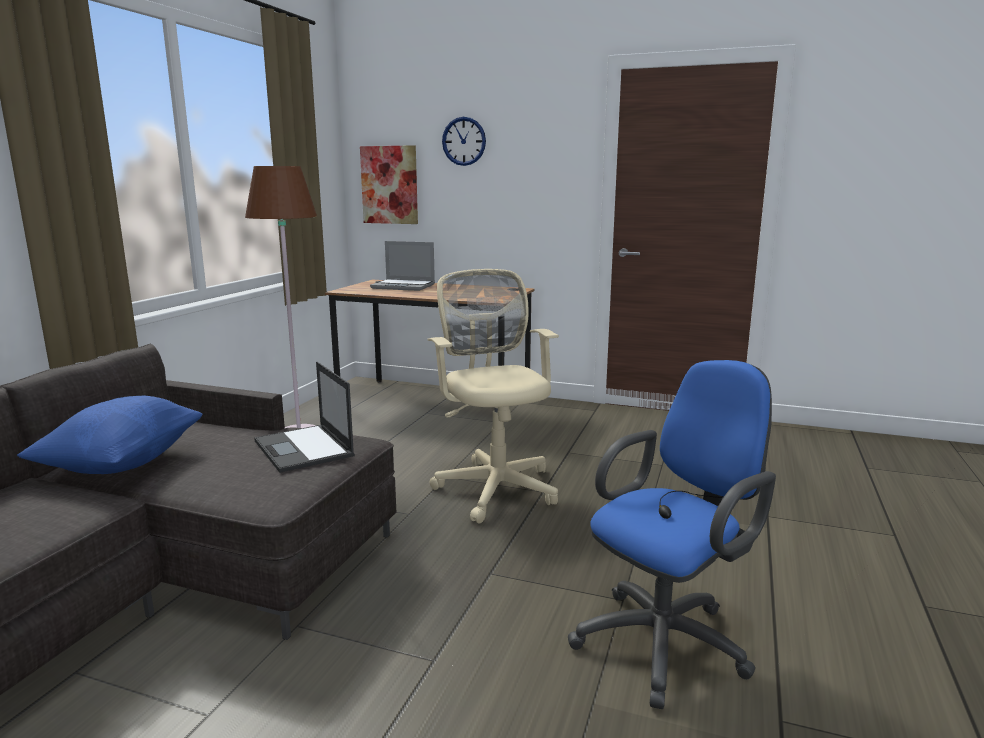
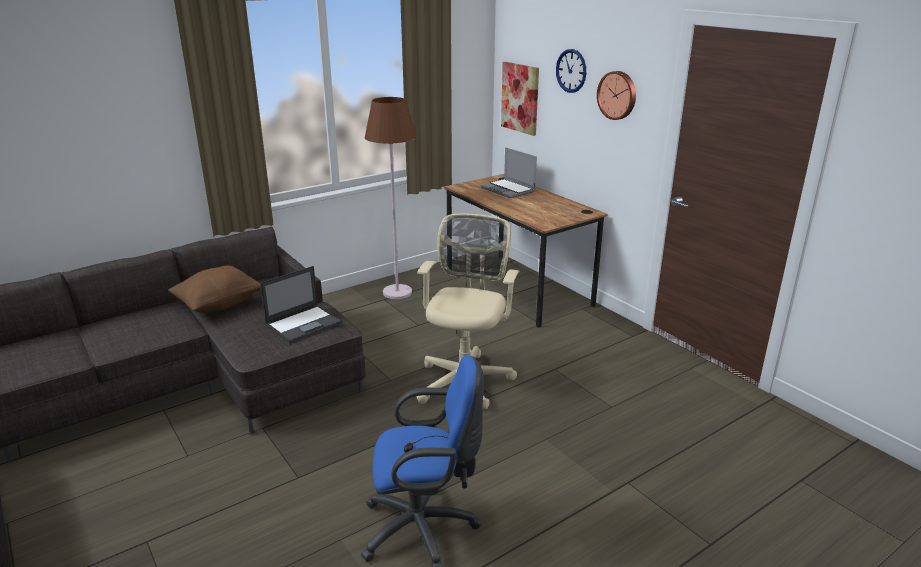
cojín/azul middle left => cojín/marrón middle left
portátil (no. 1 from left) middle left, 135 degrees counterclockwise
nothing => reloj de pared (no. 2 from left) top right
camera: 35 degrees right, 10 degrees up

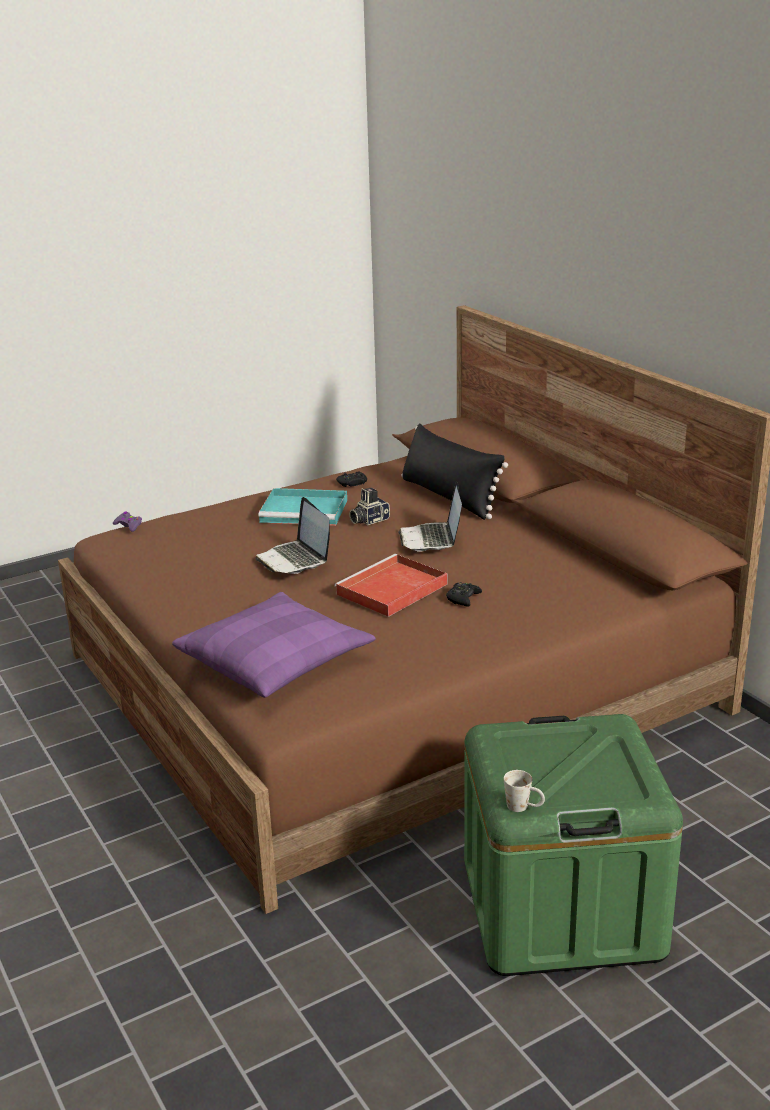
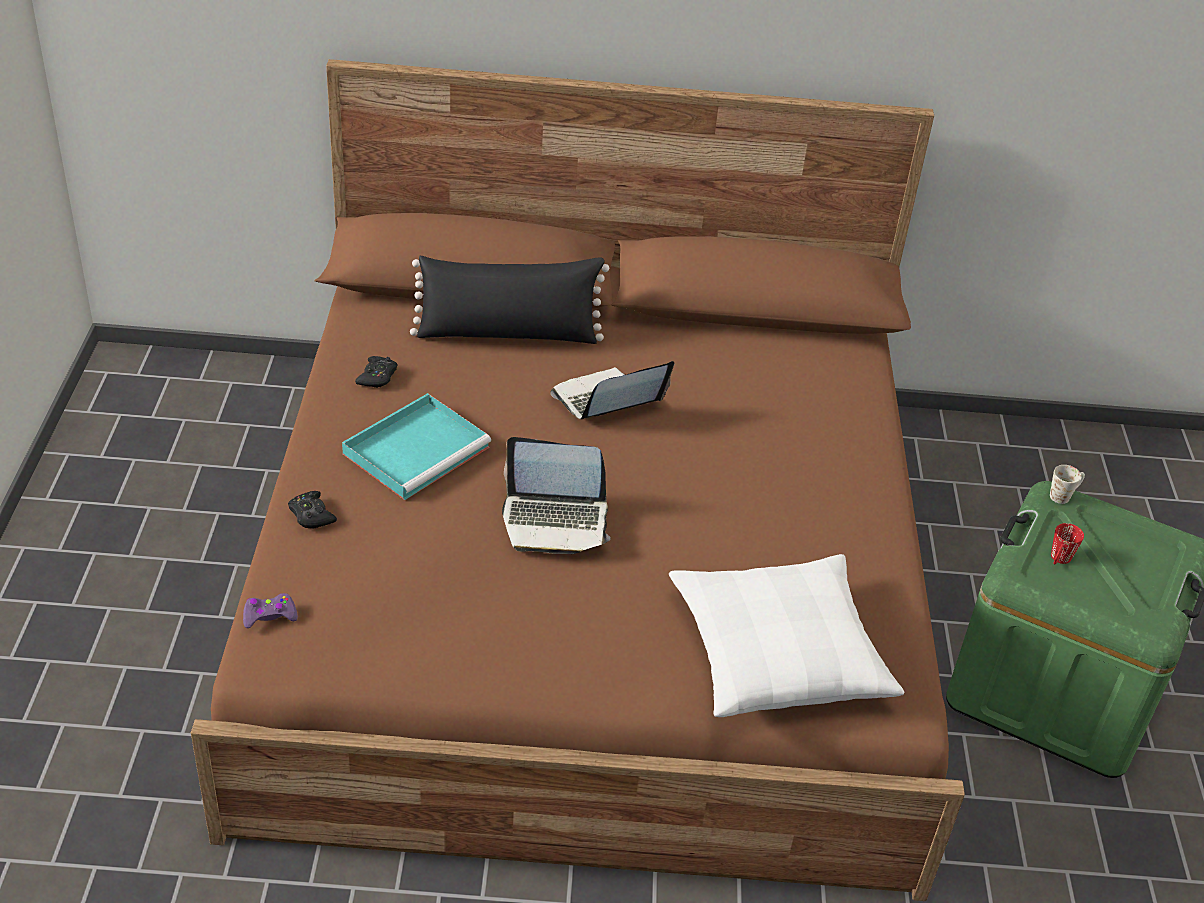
cojín/morado centre => cojín/blanco bottom centre
bandeja/rojo centre => nothing
cámara centre => nothing
portátil (no. 2 from left) centre, 120 degrees clockwise
mando de consola/negro (no. 2 from left in the first image) centre => mando de consola/negro (no. 1 from left) middle left, shifted
taza grande/blanco bottom right => taza grande/blanco middle right, shifted
nothing => taza grande/rojo middle right
camera: 60 degrees left, 15 degrees up

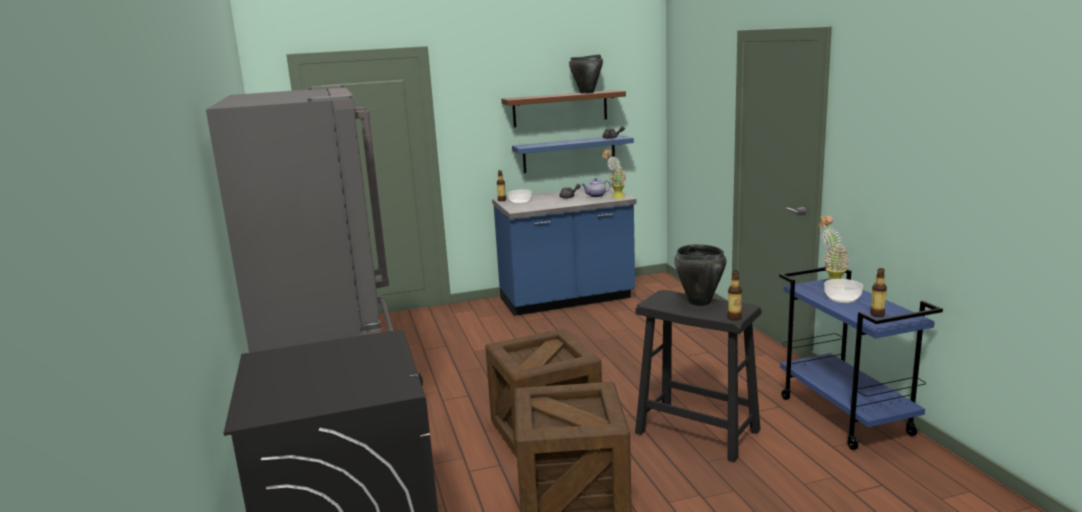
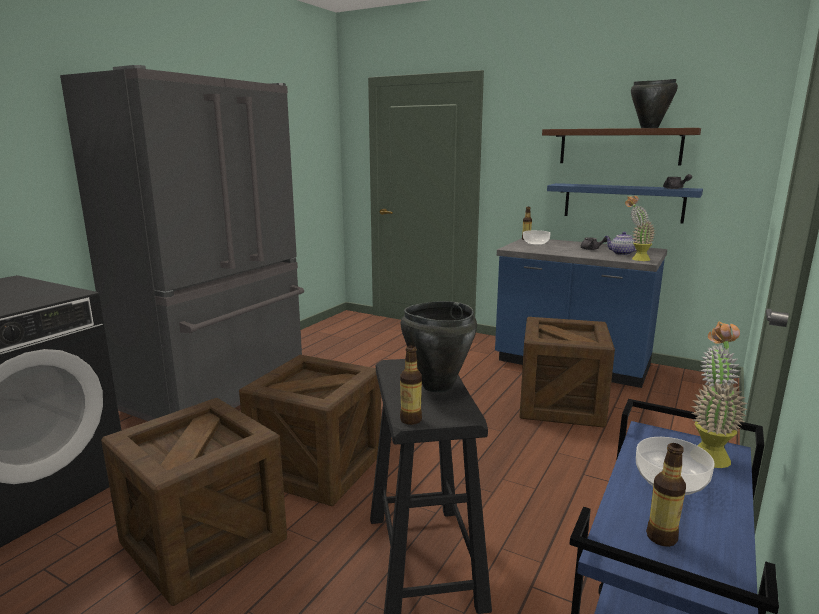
nothing => caja de embalaje (no. 3 from left) middle right
camera: 45 degrees right, 0 degrees up

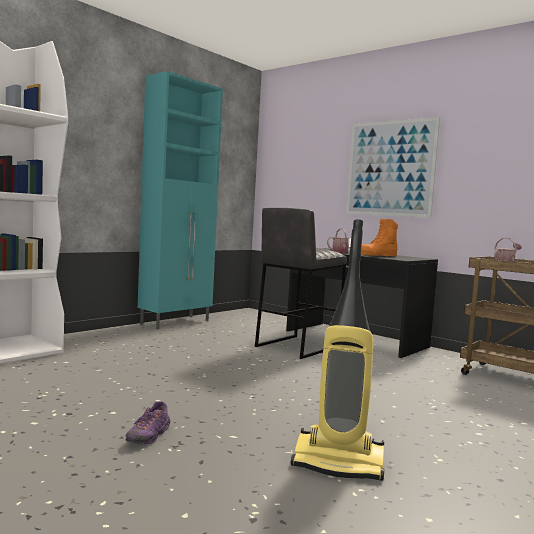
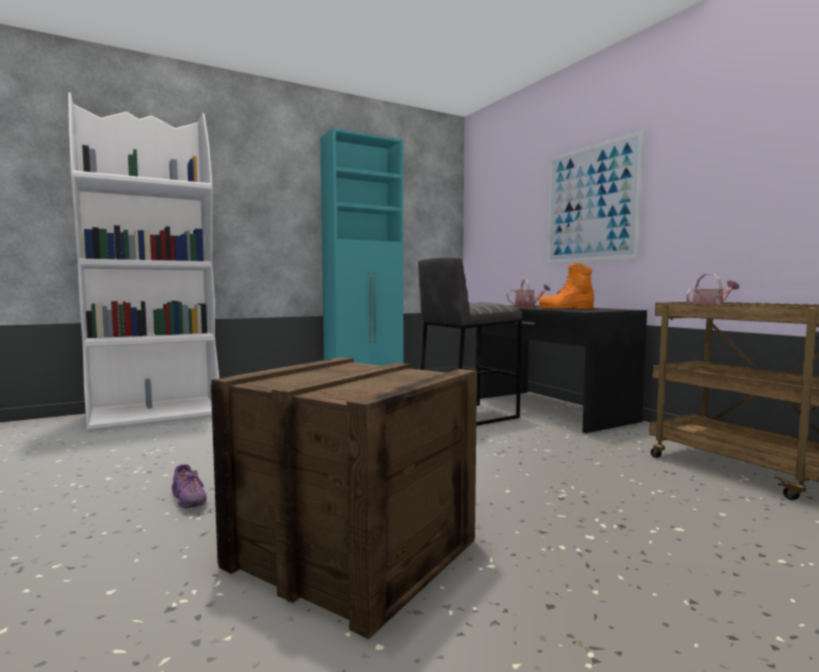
zapato/morado bottom left, 75 degrees counterclockwise
aspiradora centre => caja de embalaje bottom centre
camera: 20 degrees right, 0 degrees up

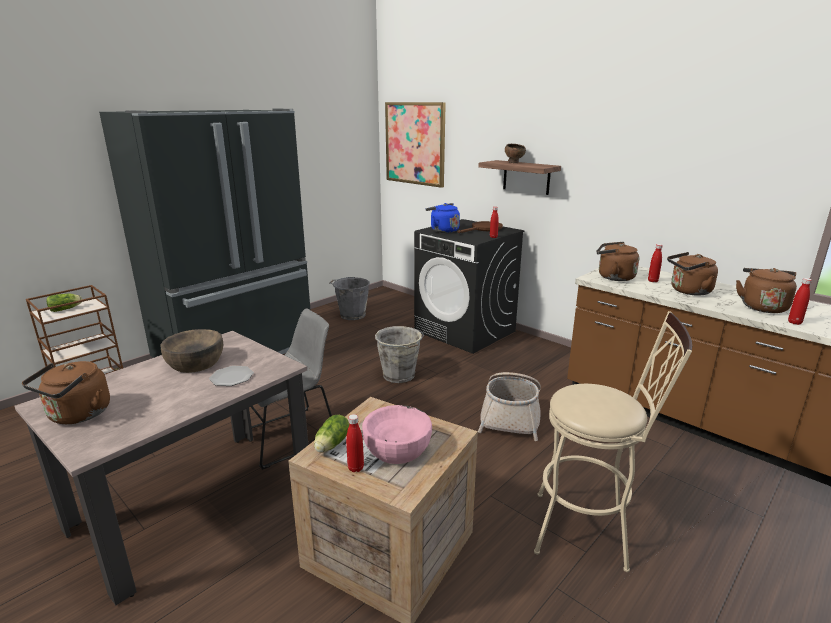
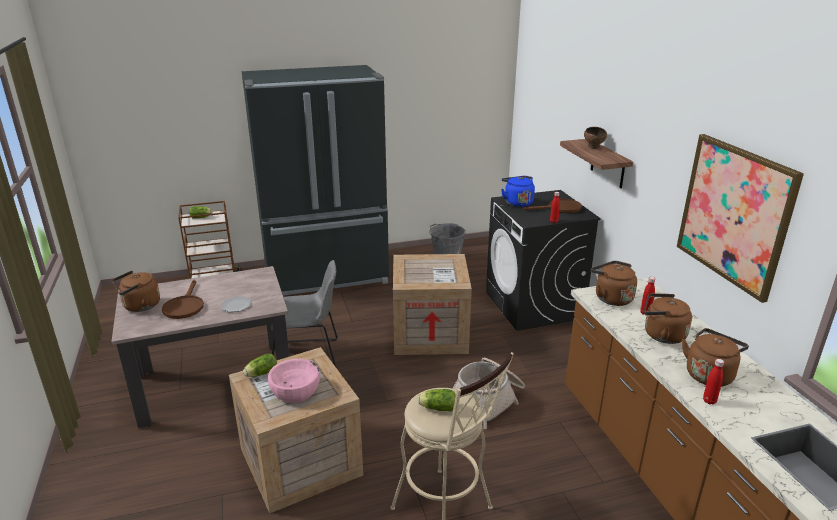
cuenco/marrón (no. 1 from left) middle left => nothing
botella/rojo (no. 1 from left) bottom centre => nothing
cubo/gris (no. 2 from left) centre => caja de embalaje (no. 2 from left) centre
cuadro top centre => cuadro middle right, shifted
nothing => sartén/marrón (no. 1 from left) middle left
nothing => lechuga (no. 3 from left) bottom centre
camera: 30 degrees right, 5 degrees up

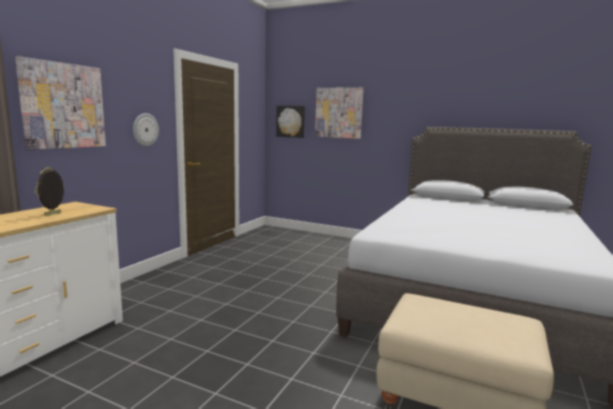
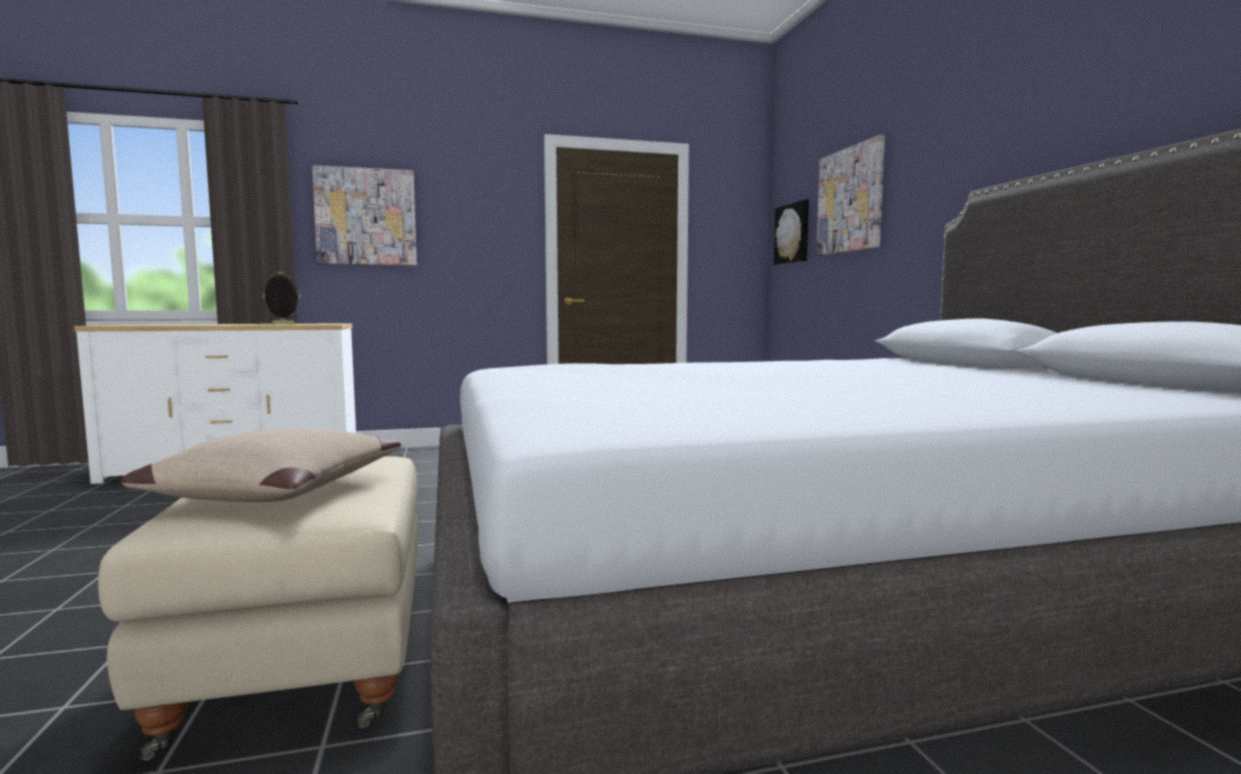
reloj de pared top left => nothing
nothing => cojín/beis middle left
camera: 50 degrees right, 5 degrees down

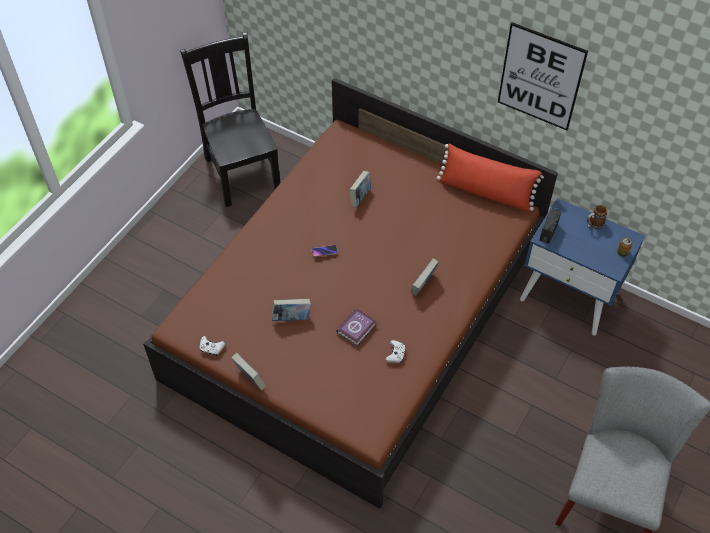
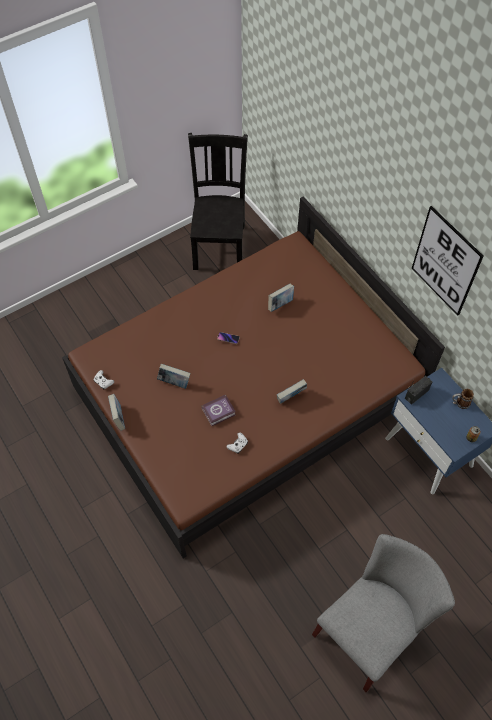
cojín/rojo top right => nothing
camera: 25 degrees right, 5 degrees up

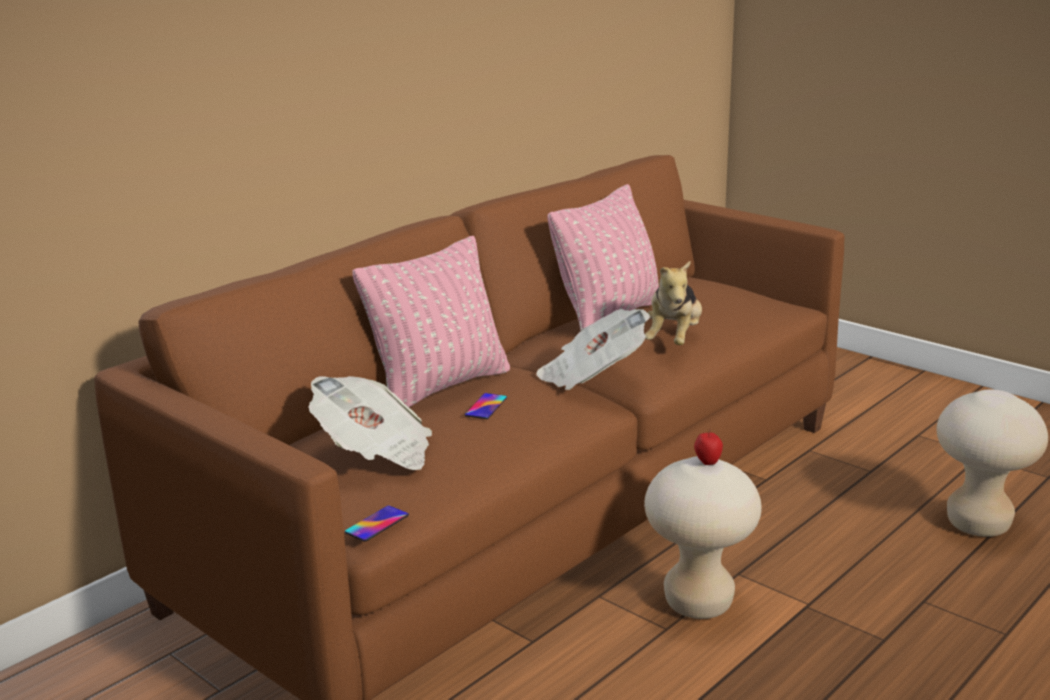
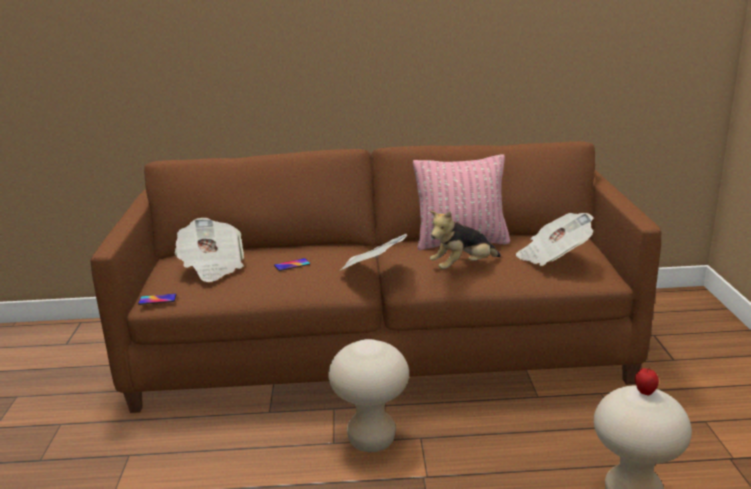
cojín/rosa (no. 1 from left) centre => nothing
manzana middle right => manzana bottom right, shifted
nothing => periódico (no. 3 from left) middle right
camera: 45 degrees right, 0 degrees up

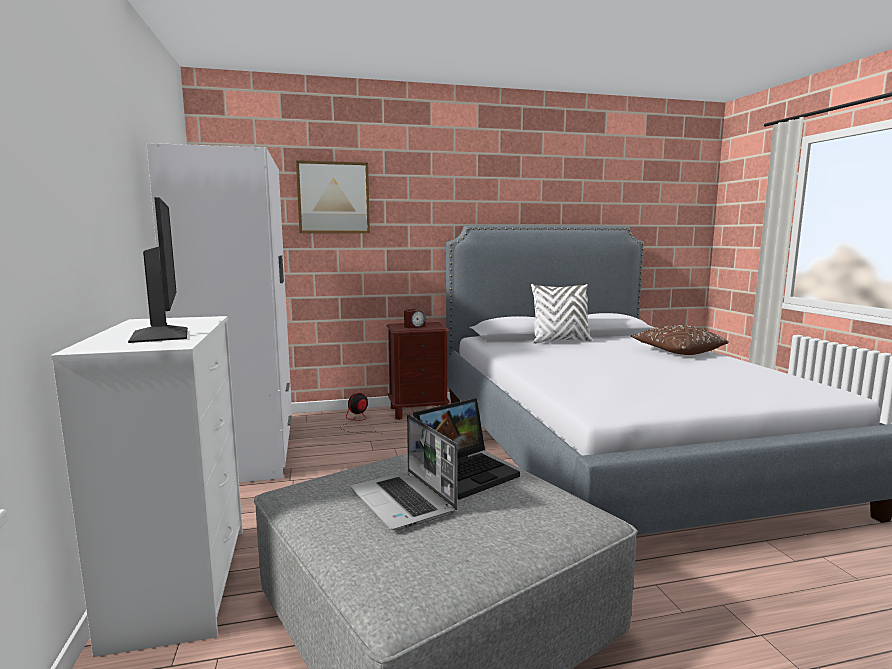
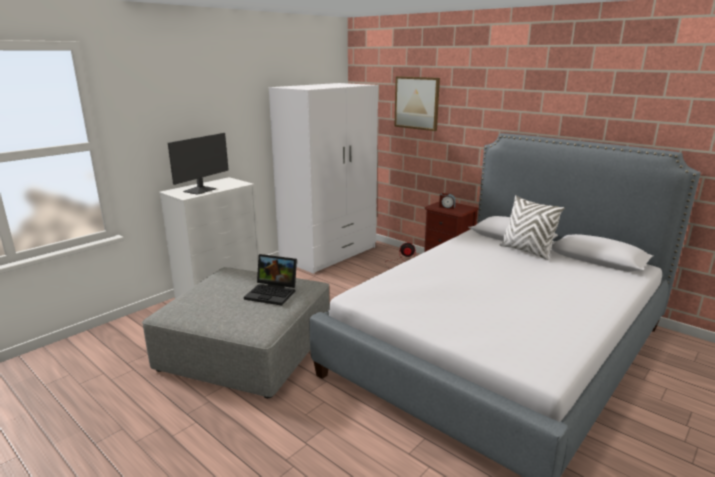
portátil (no. 1 from left) bottom centre => nothing
cojín/marrón middle right => nothing
camera: 55 degrees right, 10 degrees up

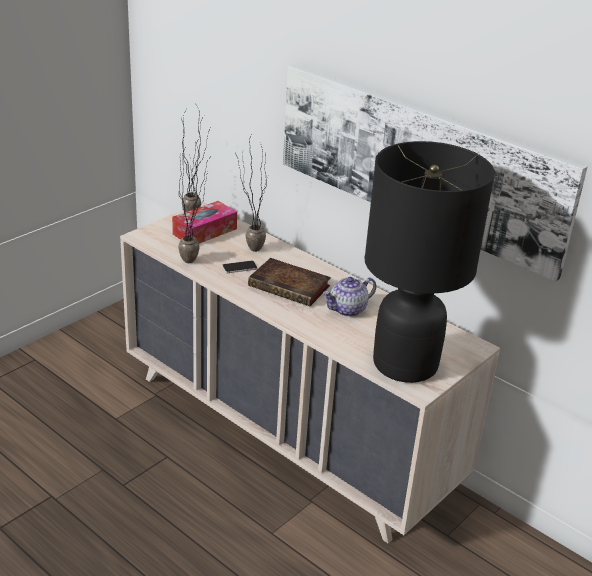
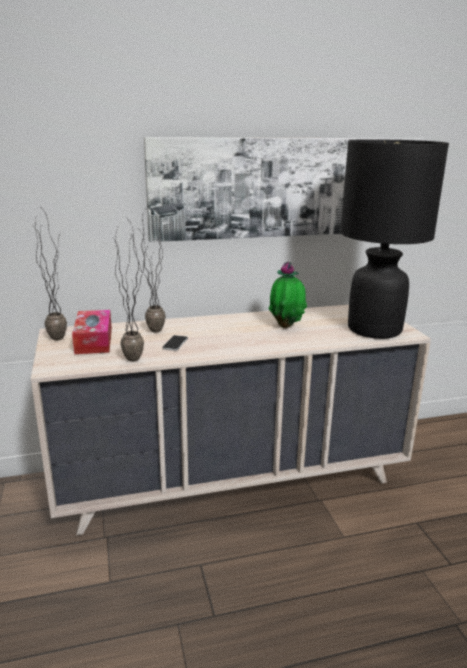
libro centre => nothing
tetera centre => planta en maceta (no. 4 from left) centre
camera: 55 degrees left, 10 degrees down

